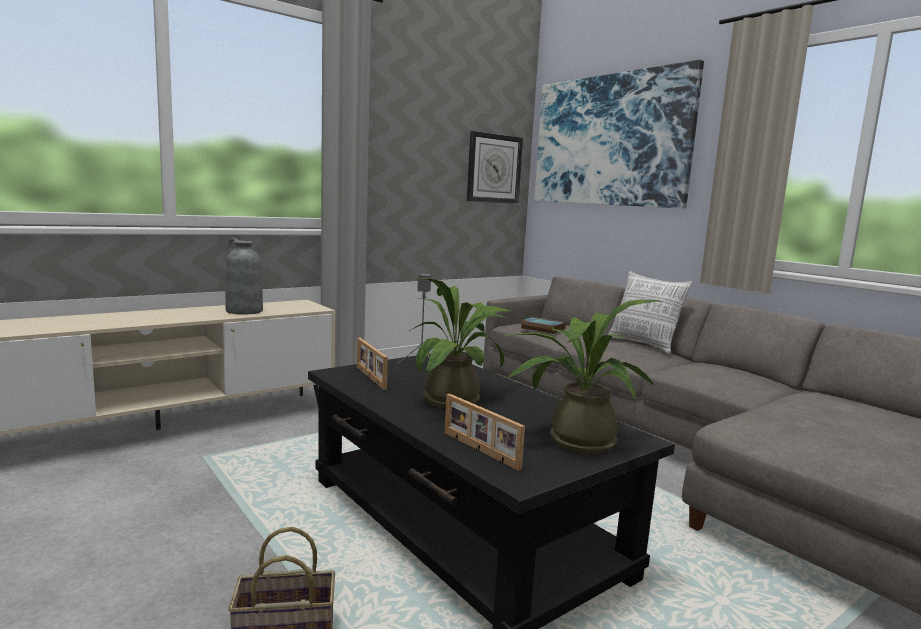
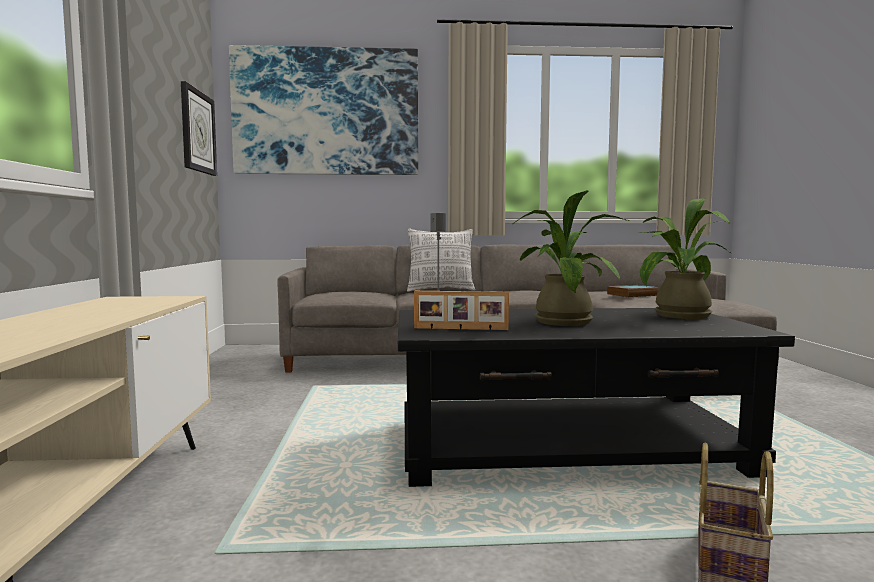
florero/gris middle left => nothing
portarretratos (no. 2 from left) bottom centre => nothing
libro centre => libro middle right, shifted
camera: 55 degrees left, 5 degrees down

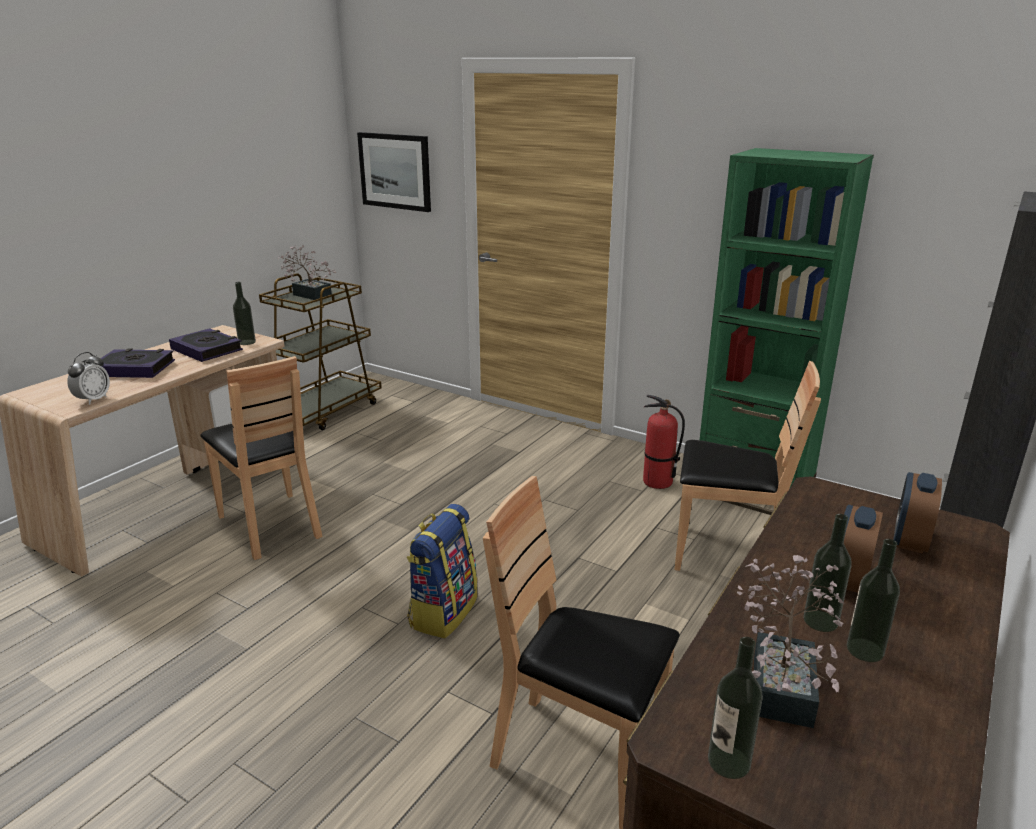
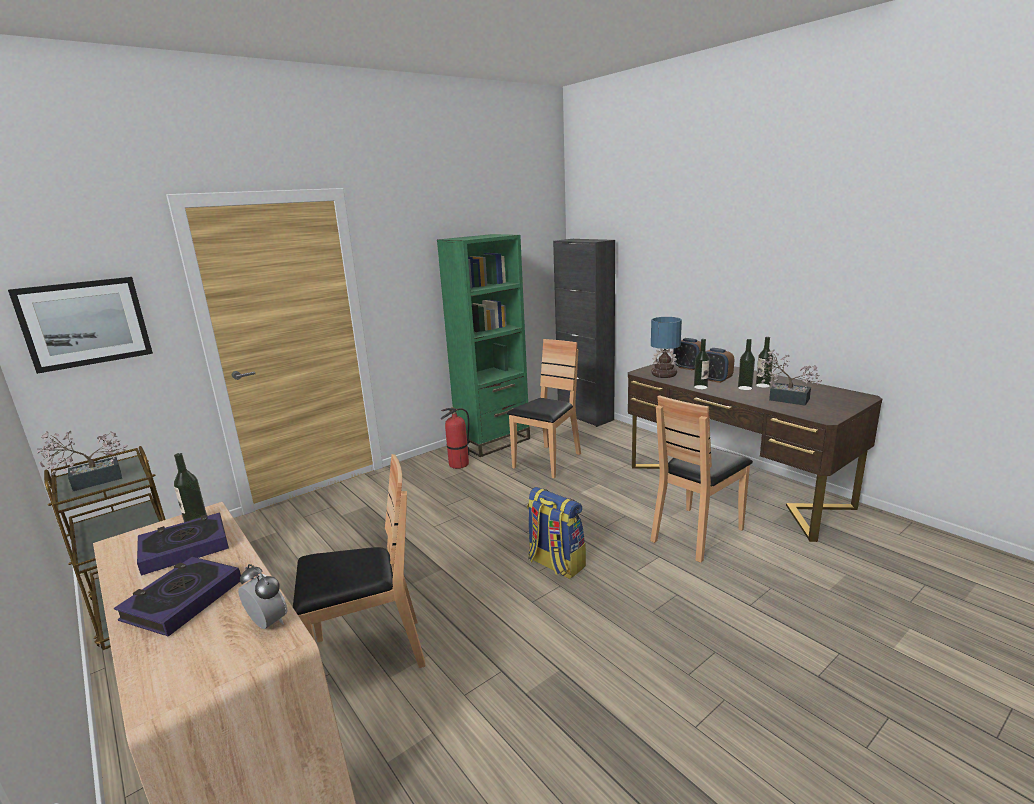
botella (no. 2 from left) bottom right => botella (no. 2 from left) middle right, shifted
nothing => lámpara de mesa centre
camera: 70 degrees left, 5 degrees down

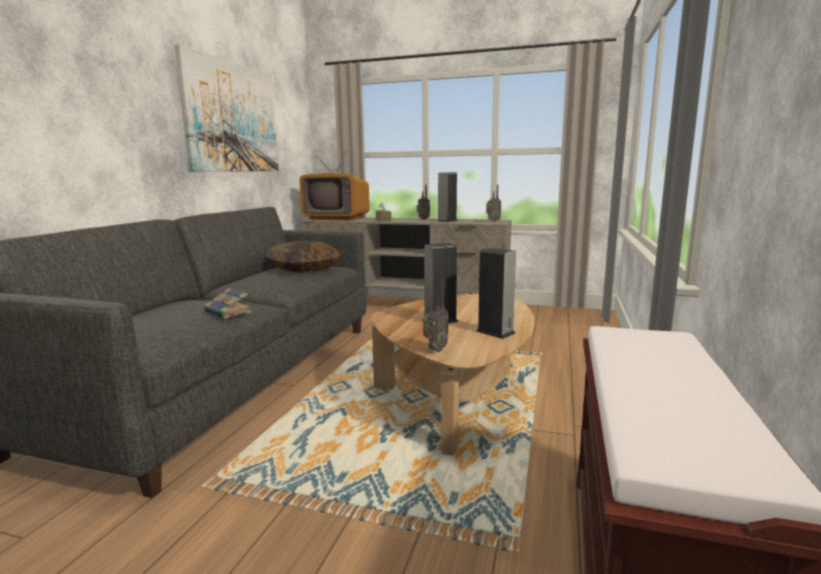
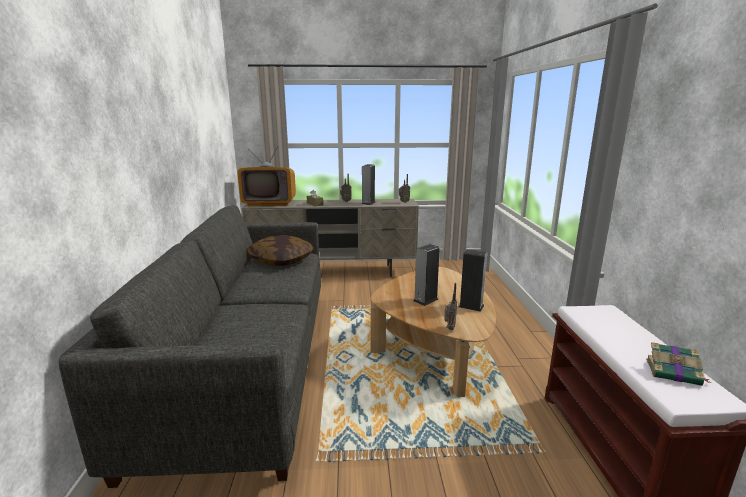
cuadro top left => nothing
libro middle left => libro bottom right, shifted
camera: 20 degrees left, 5 degrees up

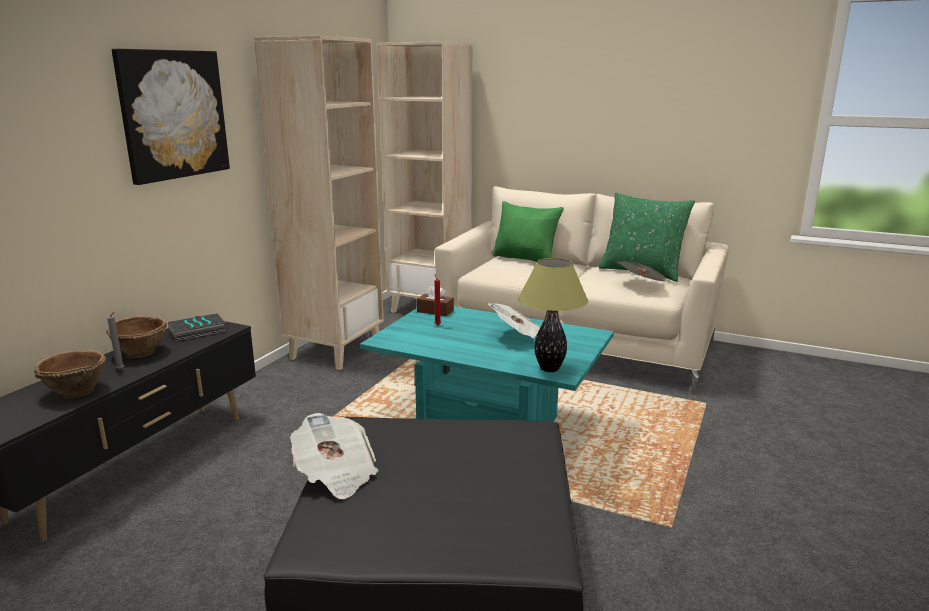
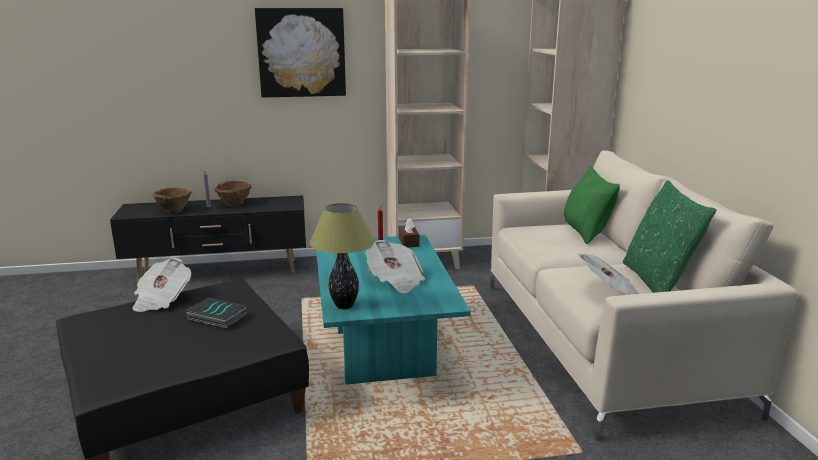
libro middle left => libro bottom left, shifted
camera: 55 degrees right, 0 degrees up

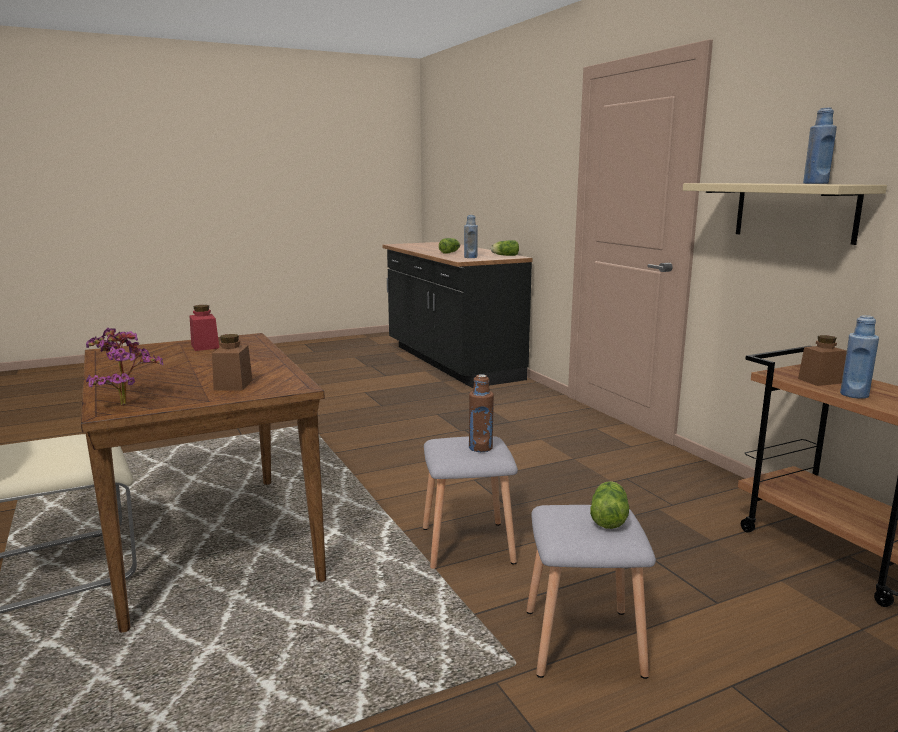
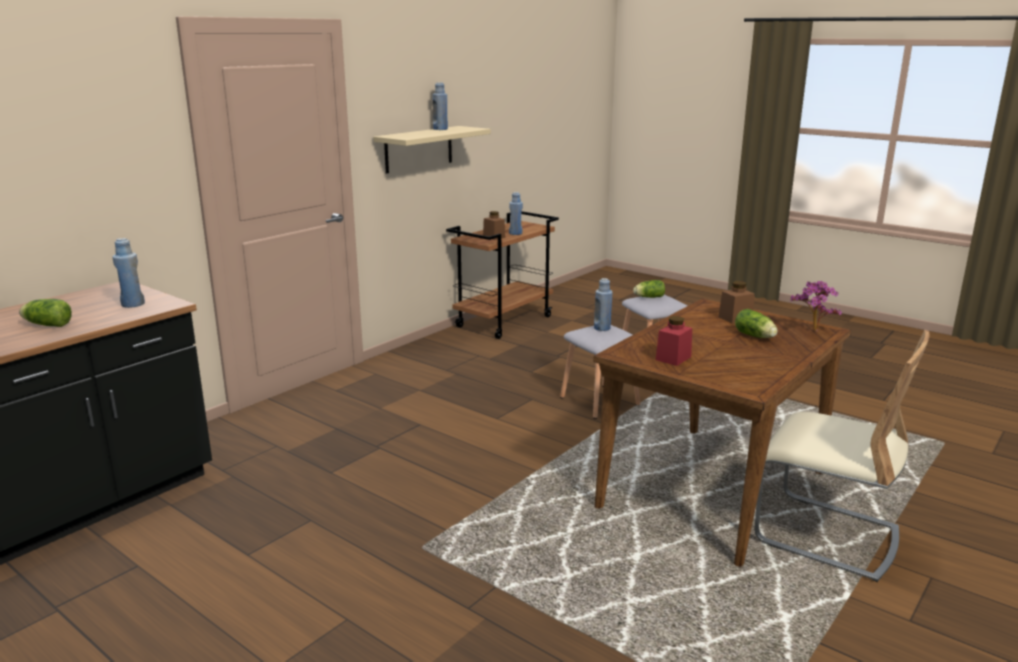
botella/marrón centre => botella/azul (no. 4 from left) centre
lechuga (no. 2 from left in the first image) centre => lechuga (no. 3 from left) middle right, shifted
camera: 115 degrees left, 5 degrees up

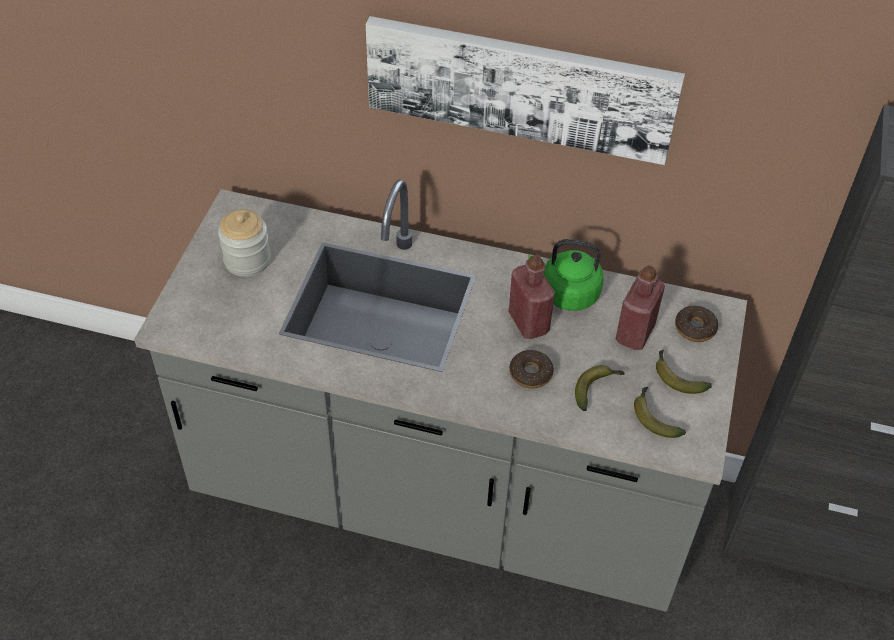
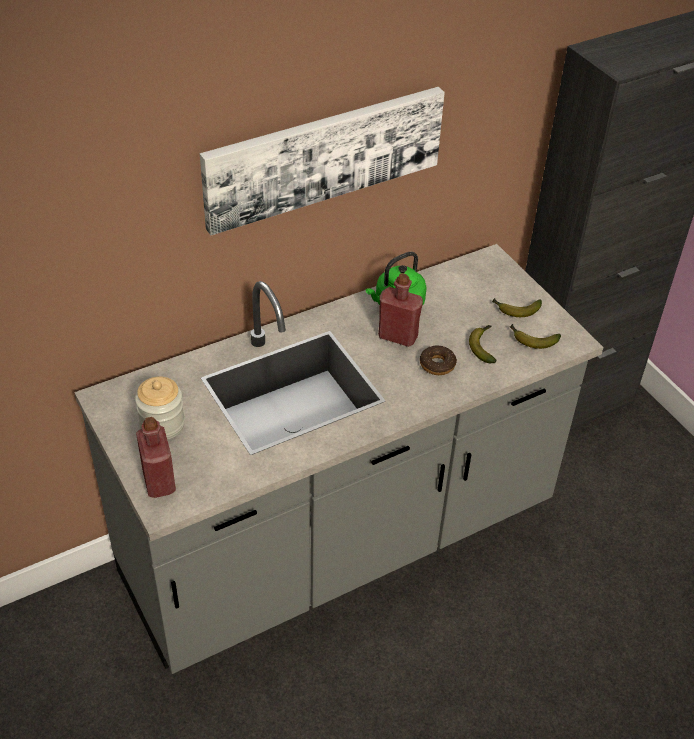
botella/rojo (no. 2 from left in the first image) middle right => botella/rojo (no. 1 from left) middle left, shifted
rosquilla (no. 2 from left) middle right => nothing
camera: 45 degrees left, 5 degrees down

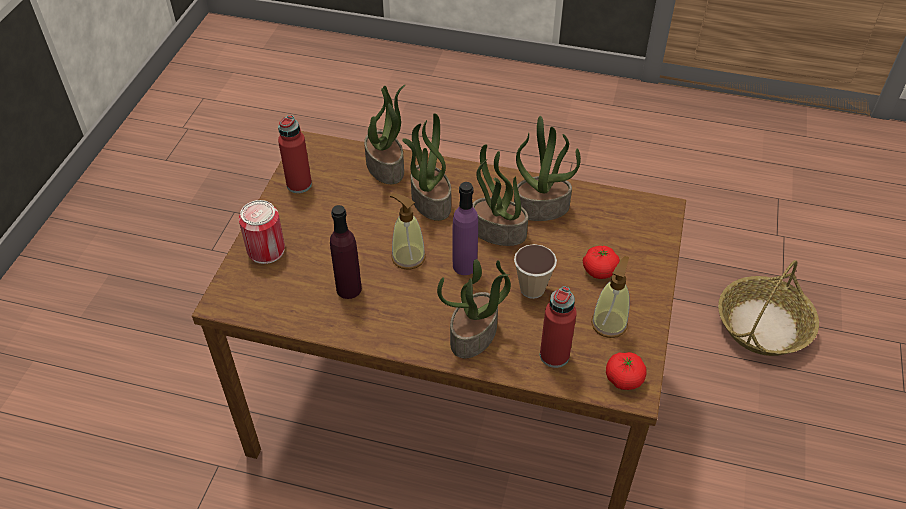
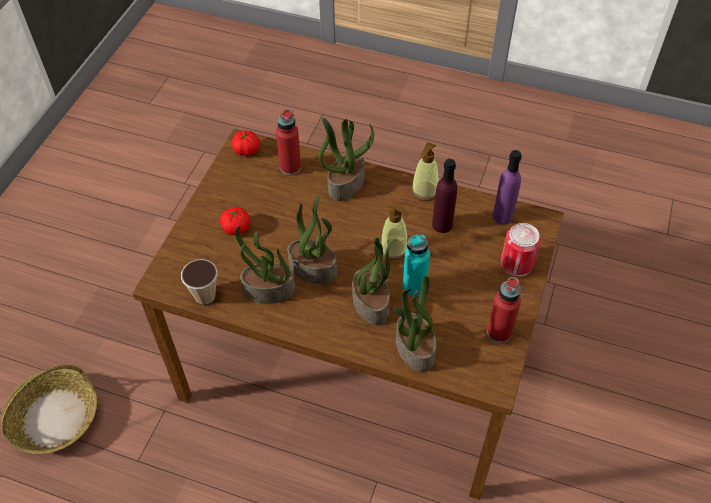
botella/morado (no. 2 from left) centre => botella/morado (no. 2 from left) middle right, shifted
taza centre => taza middle left, shifted
dispensador de jabón (no. 2 from left) middle right => dispensador de jabón (no. 2 from left) centre, shifted
nothing => botella/turquesa centre
camera: 175 degrees left, 5 degrees up

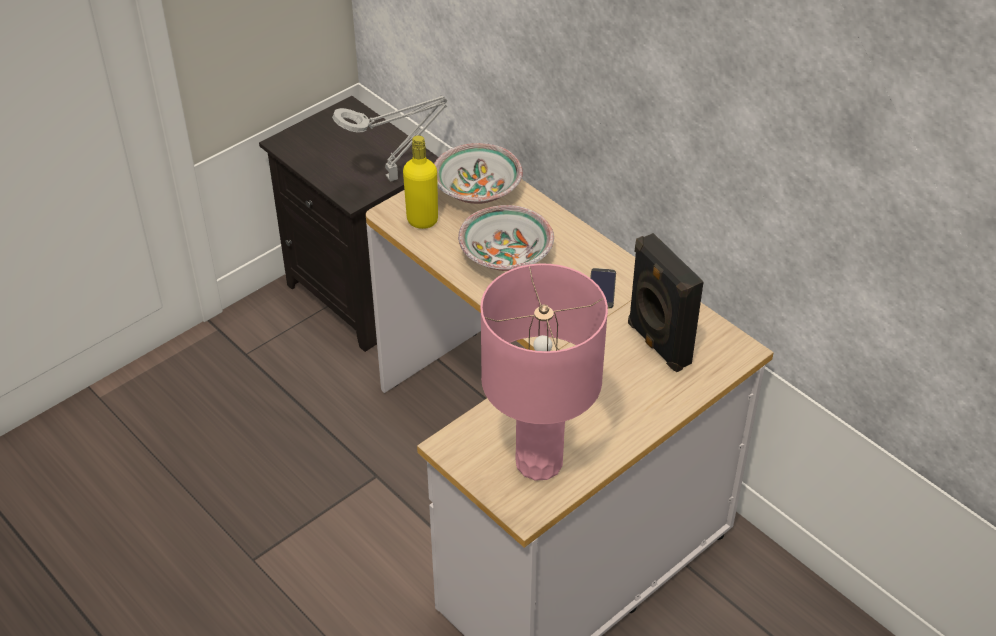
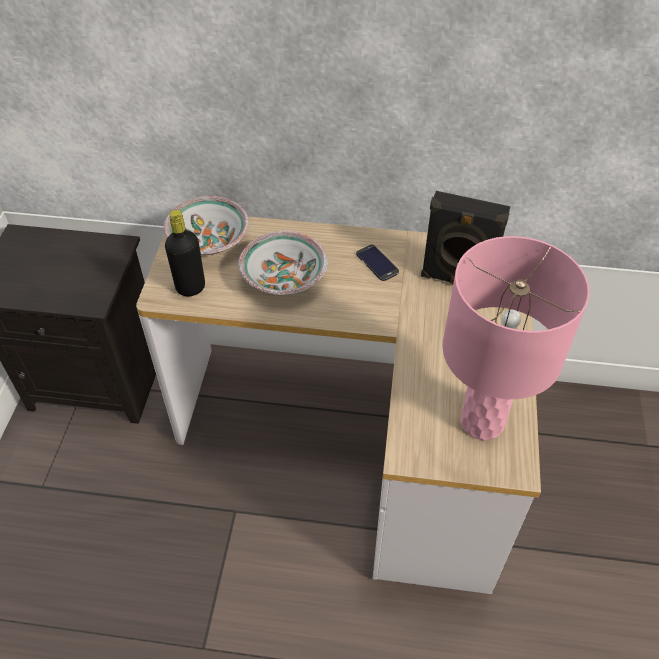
lámpara de mesa/gris top centre => nothing
botella/amarillo top centre => botella/negro middle left
camera: 40 degrees left, 5 degrees up

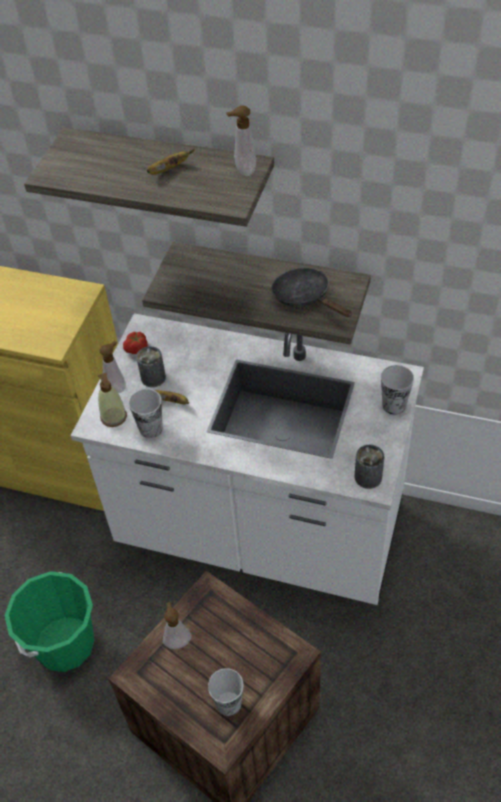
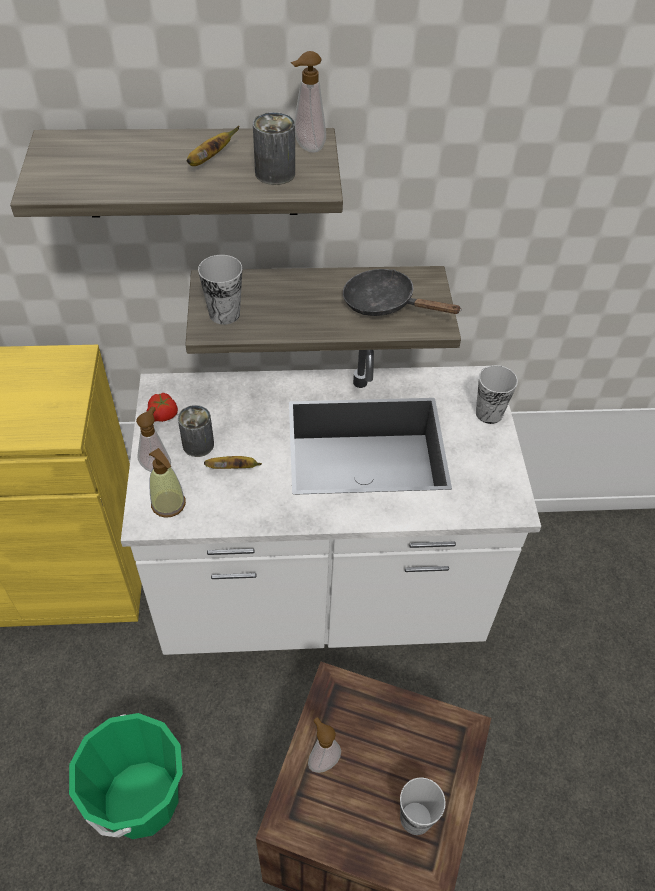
taza (no. 1 from left) middle left => taza (no. 1 from left) top centre, shifted
lata (no. 2 from left) middle right => lata (no. 2 from left) top centre, shifted
camera: 25 degrees left, 0 degrees up

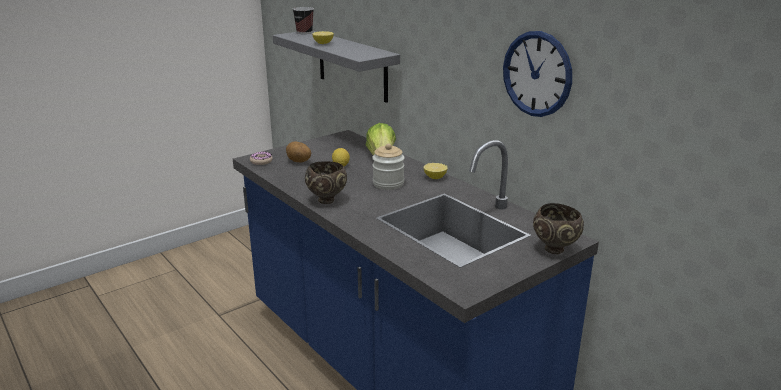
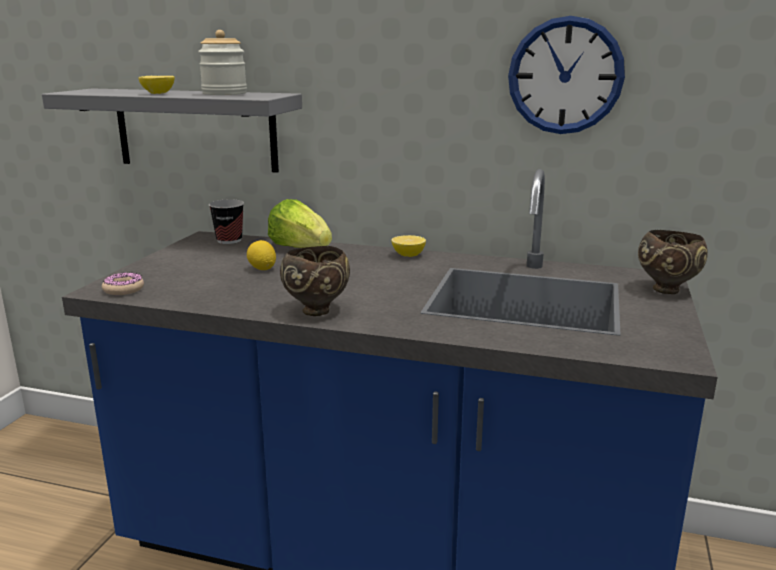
patata centre => nothing
taza top centre => taza middle left, shifted
tarro centre => tarro top left, shifted
camera: 35 degrees left, 5 degrees down

